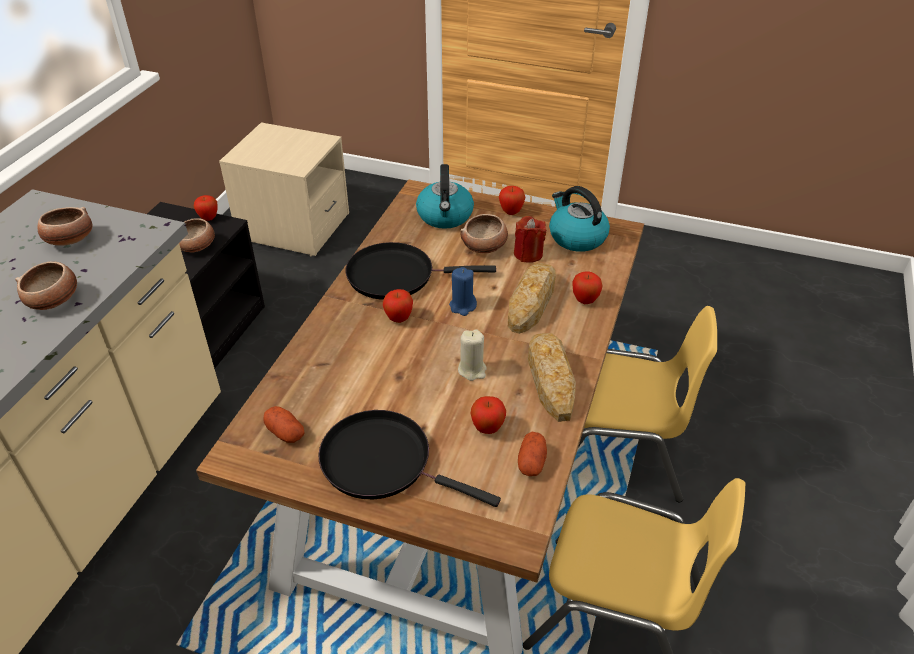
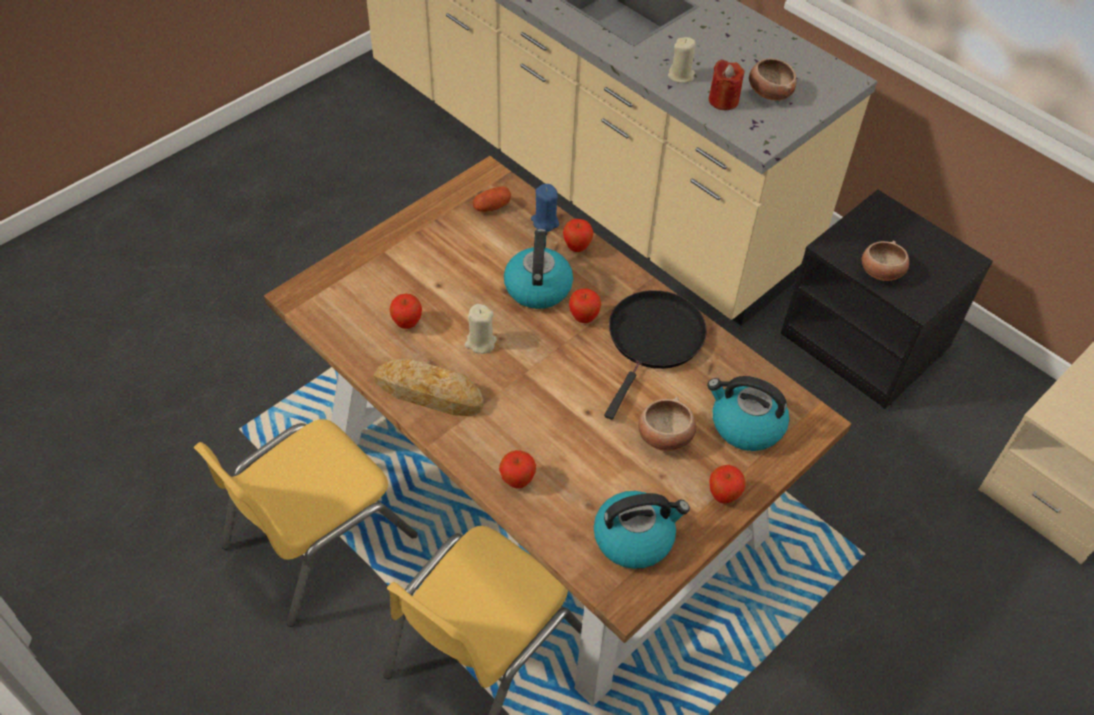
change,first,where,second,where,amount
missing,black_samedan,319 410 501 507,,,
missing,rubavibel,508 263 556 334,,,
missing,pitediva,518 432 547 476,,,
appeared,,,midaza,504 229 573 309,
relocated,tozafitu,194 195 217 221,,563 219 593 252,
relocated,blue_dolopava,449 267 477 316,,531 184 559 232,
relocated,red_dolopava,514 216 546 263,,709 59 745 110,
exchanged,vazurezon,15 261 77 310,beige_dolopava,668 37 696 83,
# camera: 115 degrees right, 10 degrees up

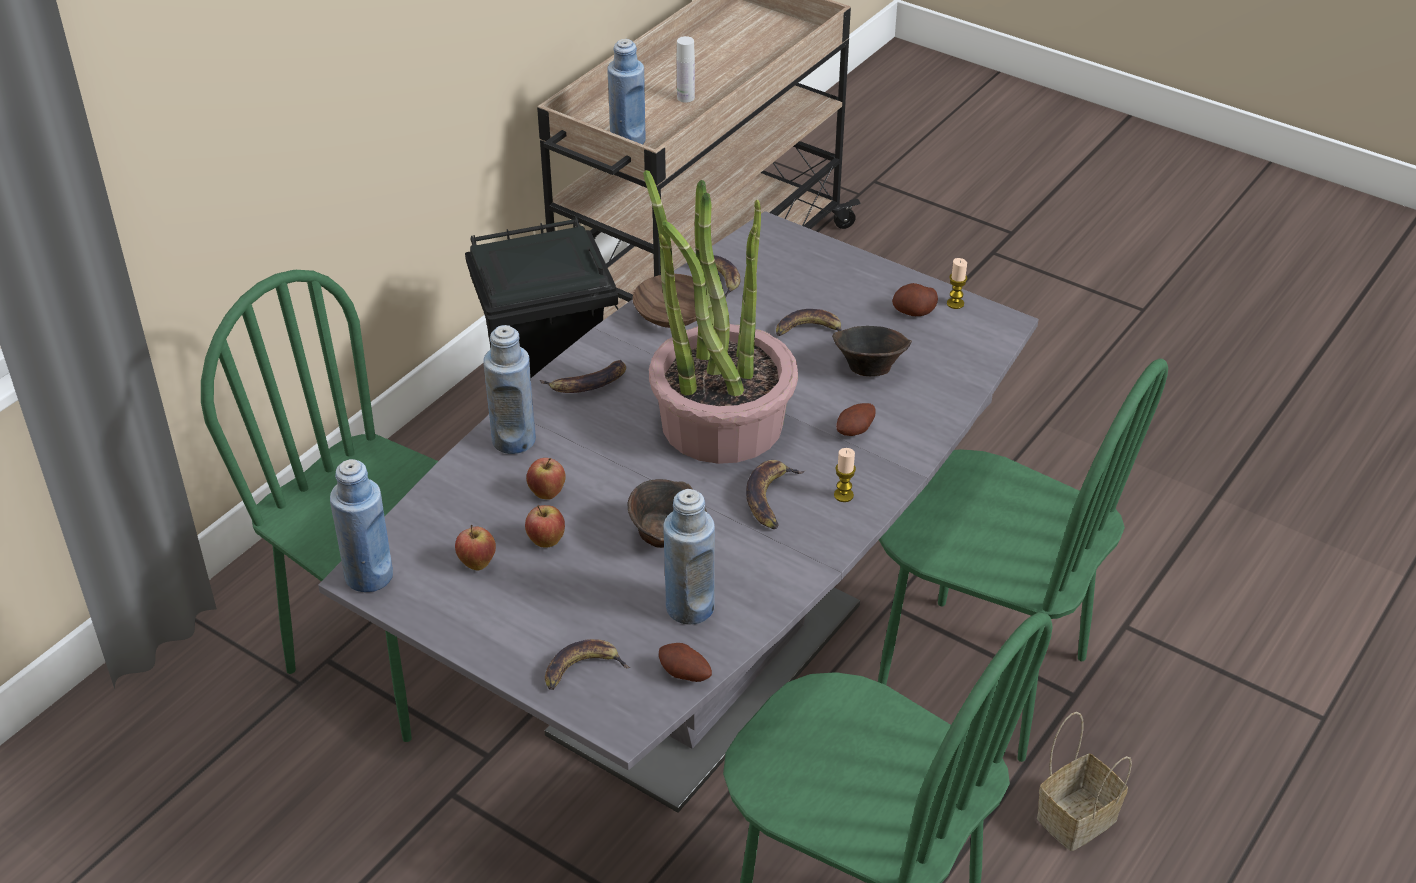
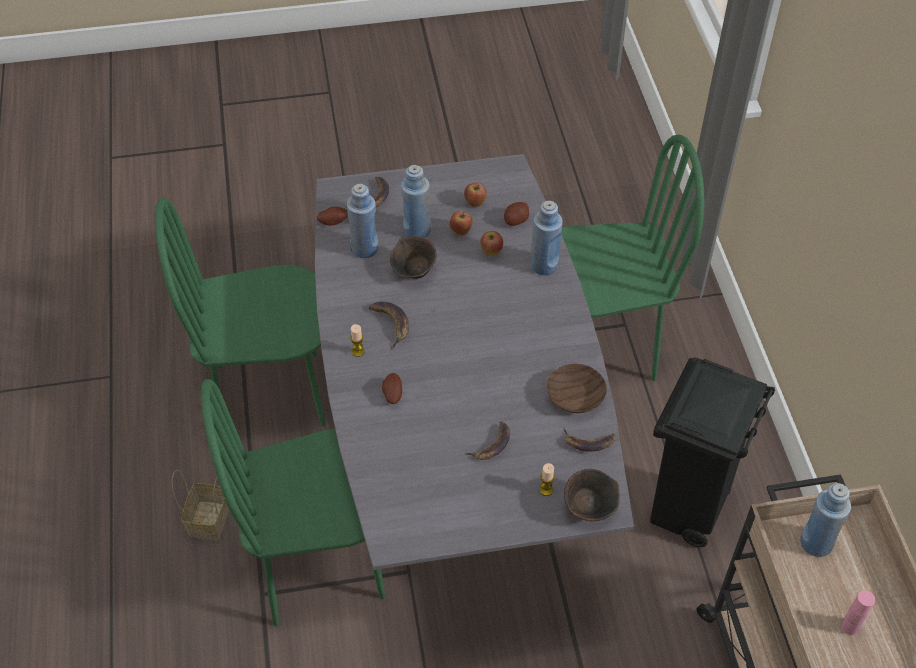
change,first,where,second,where,amount
missing,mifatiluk,540 360 626 393,,,
missing,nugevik,643 170 798 464,,,
relocated,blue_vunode,330 459 393 592,,401 165 431 238,
relocated,brown_vazurezon,832 326 912 376,,564 469 620 521,
relocated,pitediva,892 283 938 316,,504 202 529 226,
relocated,dolopava,947 258 967 309,,539 463 555 496,
colour,white_vunode,677 36 695 103,pink_vunode,841 590 875 635,
# camera: 135 degrees right, 10 degrees up

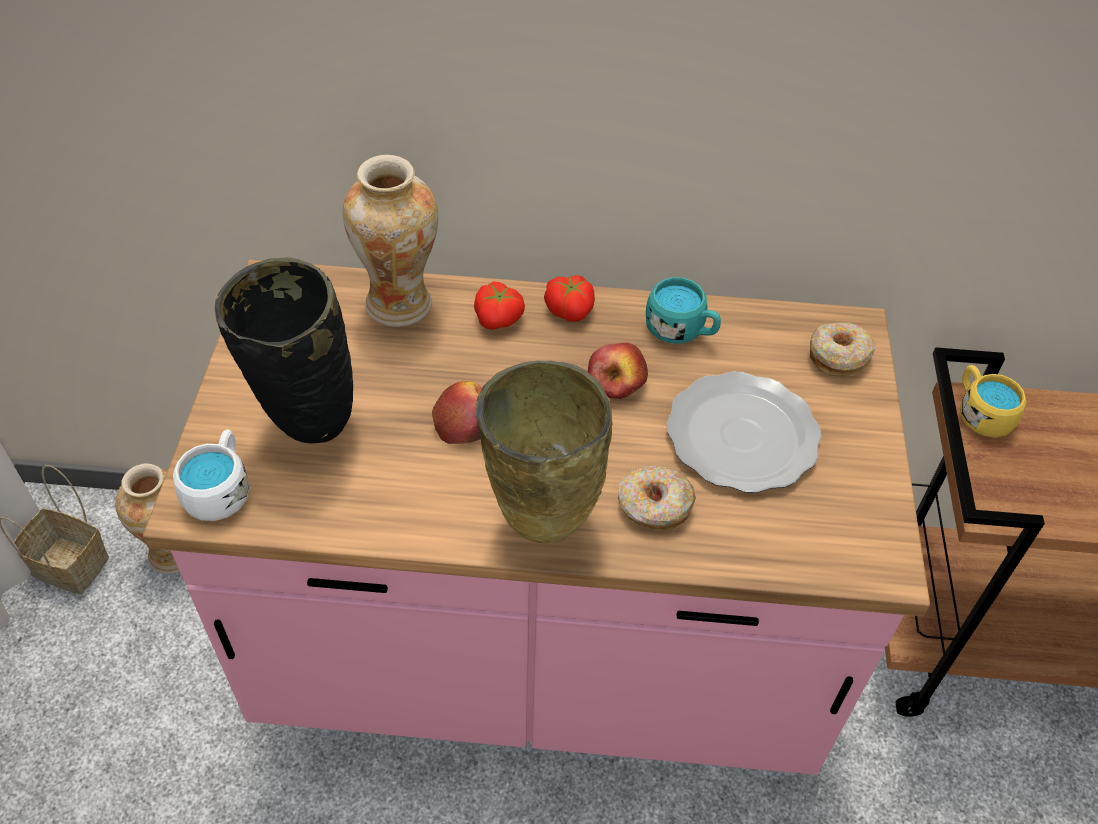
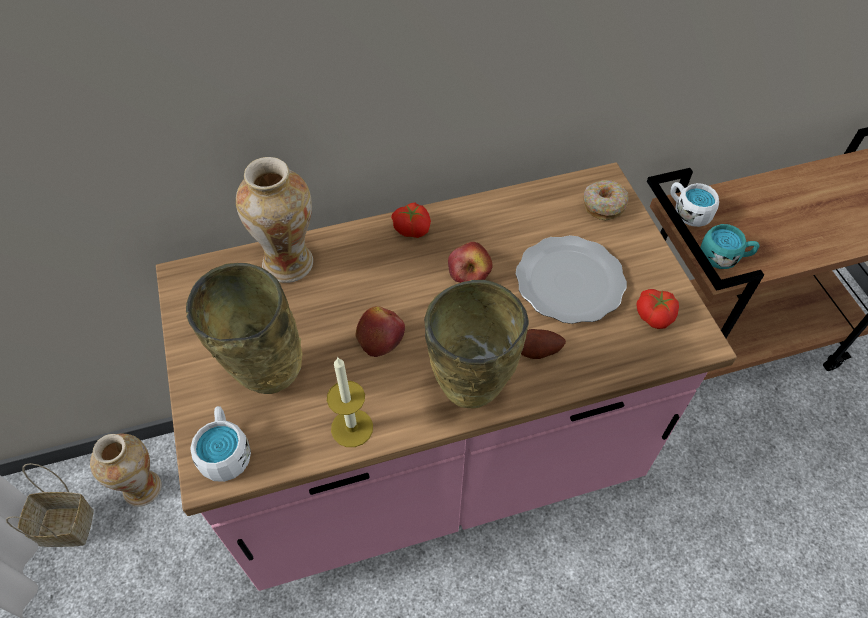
change,first,where,second,where,amount
appeared,,,dolopava,327 357 373 447,
relocated,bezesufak,474 282 525 330,,636 289 679 329,
relocated,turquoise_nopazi,646 277 721 344,,700 224 759 269,
exchanged,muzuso,618 466 696 530,pitediva,521 329 566 359,
colour,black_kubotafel,215 257 353 444,beige_kubotafel,186 263 303 394,
colour,yellow_nopazi,960 365 1027 437,white_nopazi,670 182 719 227,
# camera: 20 degrees left, 5 degrees up

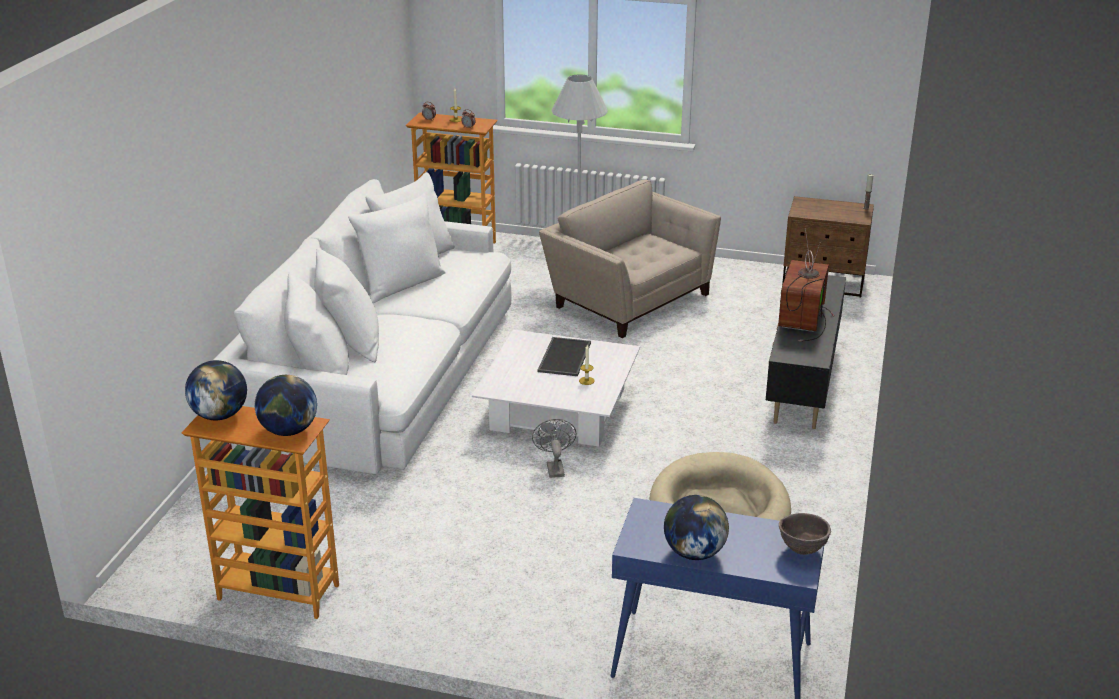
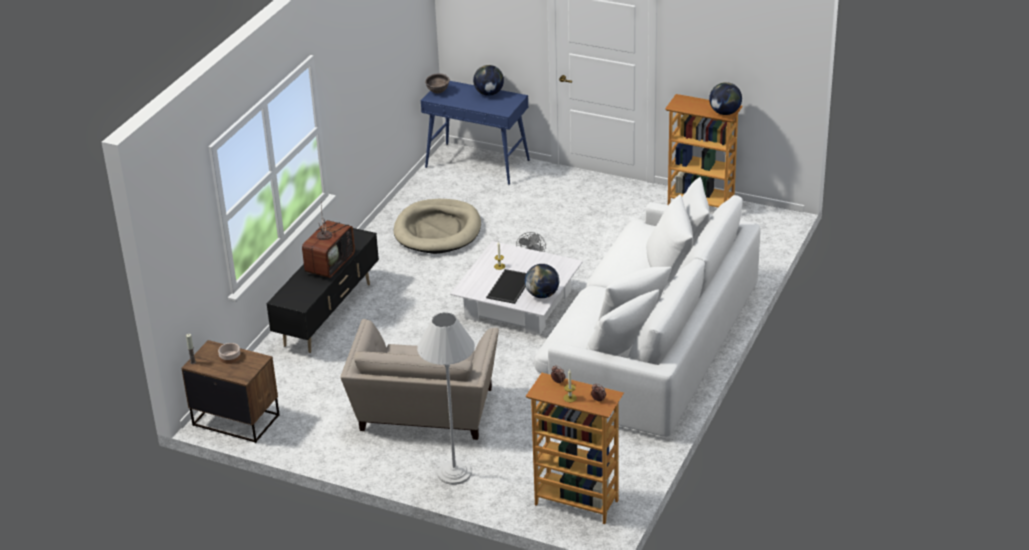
change,first,where,second,where,amount
appeared,,,vazurezon,218 343 241 364,
relocated,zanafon,255 375 317 436,,525 264 559 298,
spun,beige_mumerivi,539 180 721 338,,341 319 499 440,45 degrees clockwise
# camera: 170 degrees left, 5 degrees up

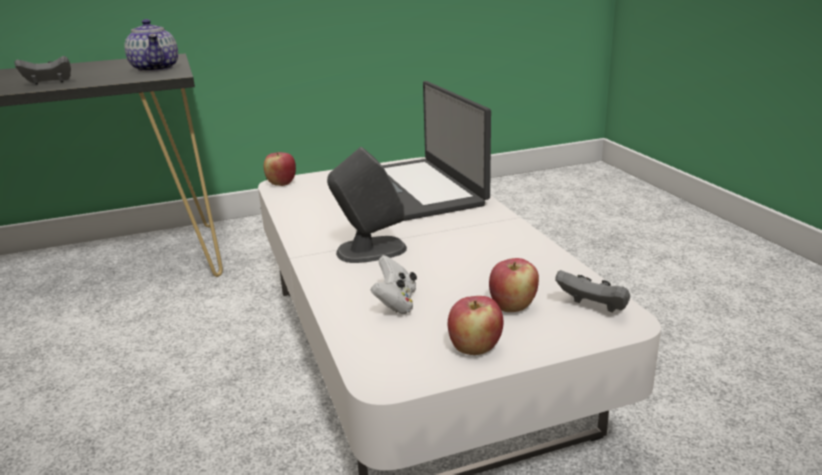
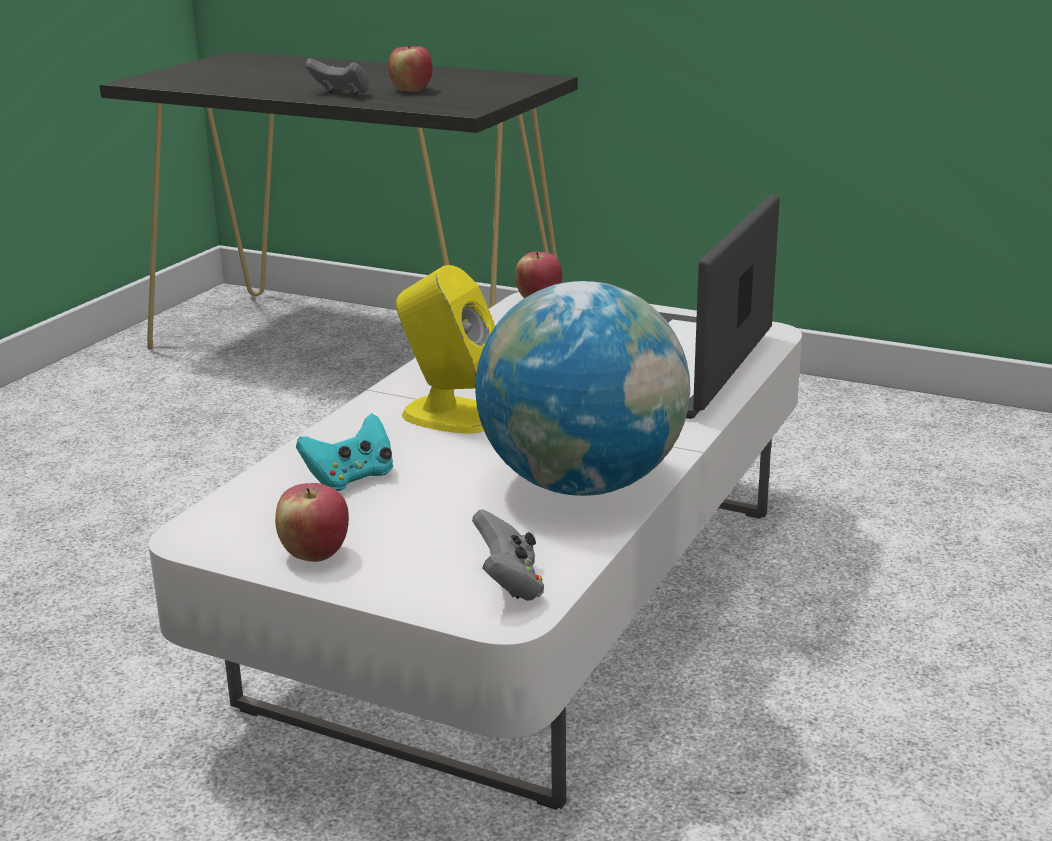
change,first,where,second,where,amount
missing,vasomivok,124 19 178 72,,,
appeared,,,zanafon,475 281 690 496,
relocated,tozafitu,489 258 539 312,,388 45 433 92,
colour,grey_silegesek,327 147 407 263,yellow_silegesek,396 265 495 433,
colour,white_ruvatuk,370 255 417 314,turquoise_ruvatuk,296 413 393 491,
# camera: 45 degrees right, 0 degrees up

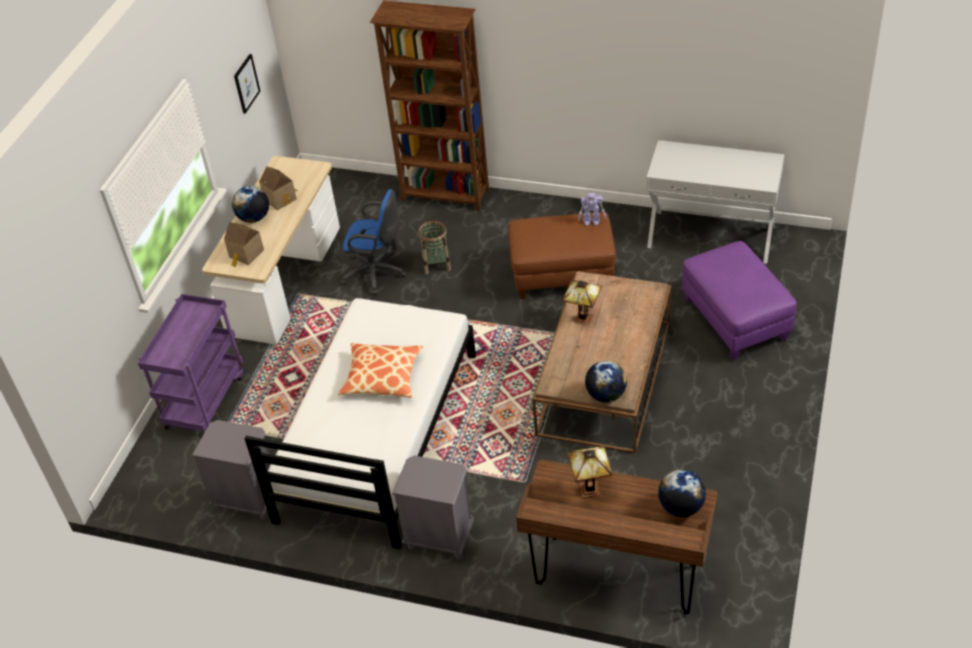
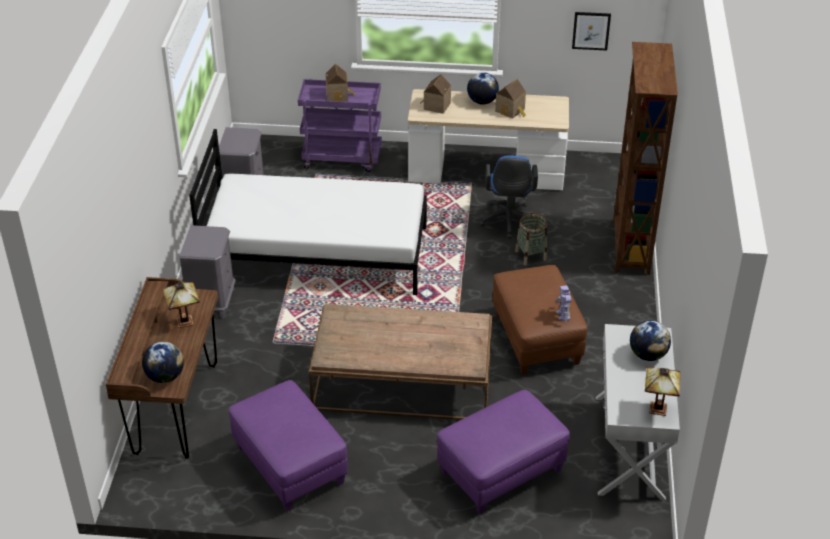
change,first,where,second,where,amount
missing,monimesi,338 343 423 398,,,
appeared,,,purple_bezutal,229 380 348 511,
appeared,,,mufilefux,325 64 355 102,
relocated,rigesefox,562 279 602 326,,645 367 681 416,
relocated,zanafon,585 361 627 402,,630 320 671 361,
# camera: 75 degrees right, 5 degrees down

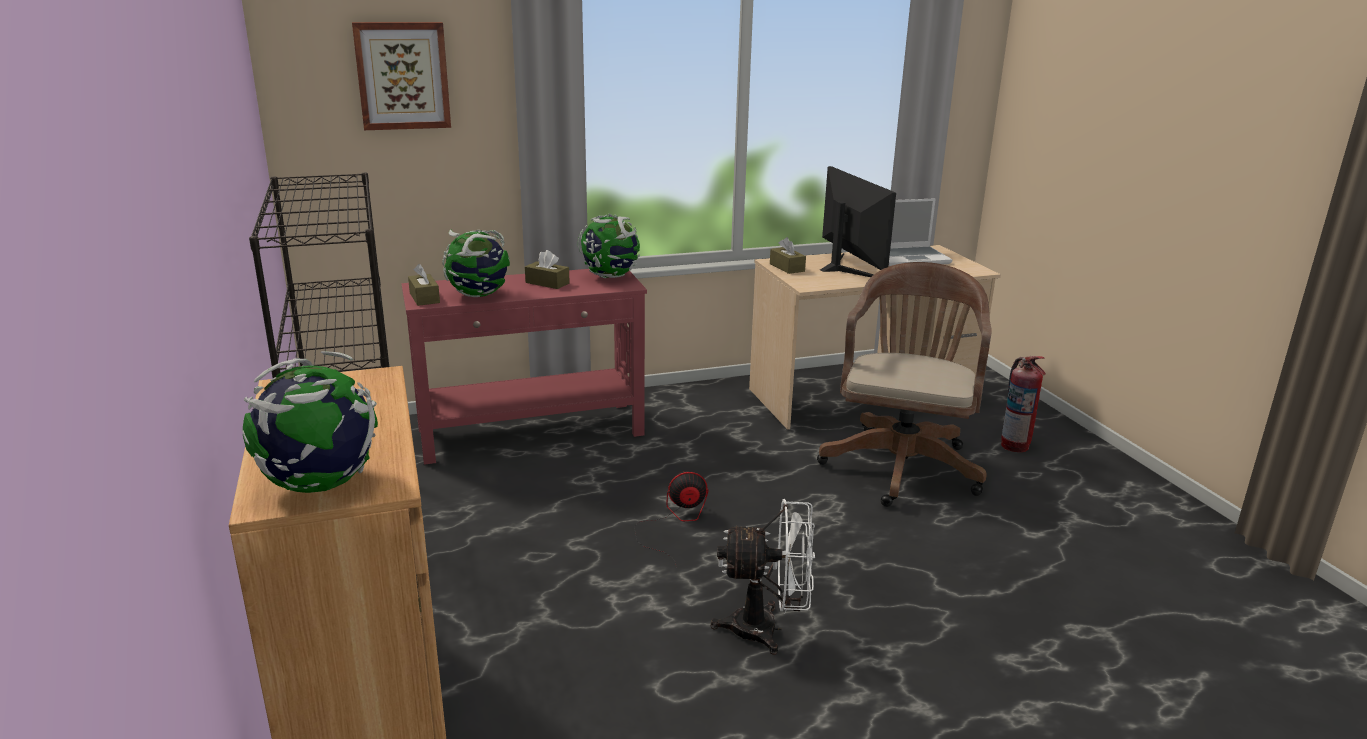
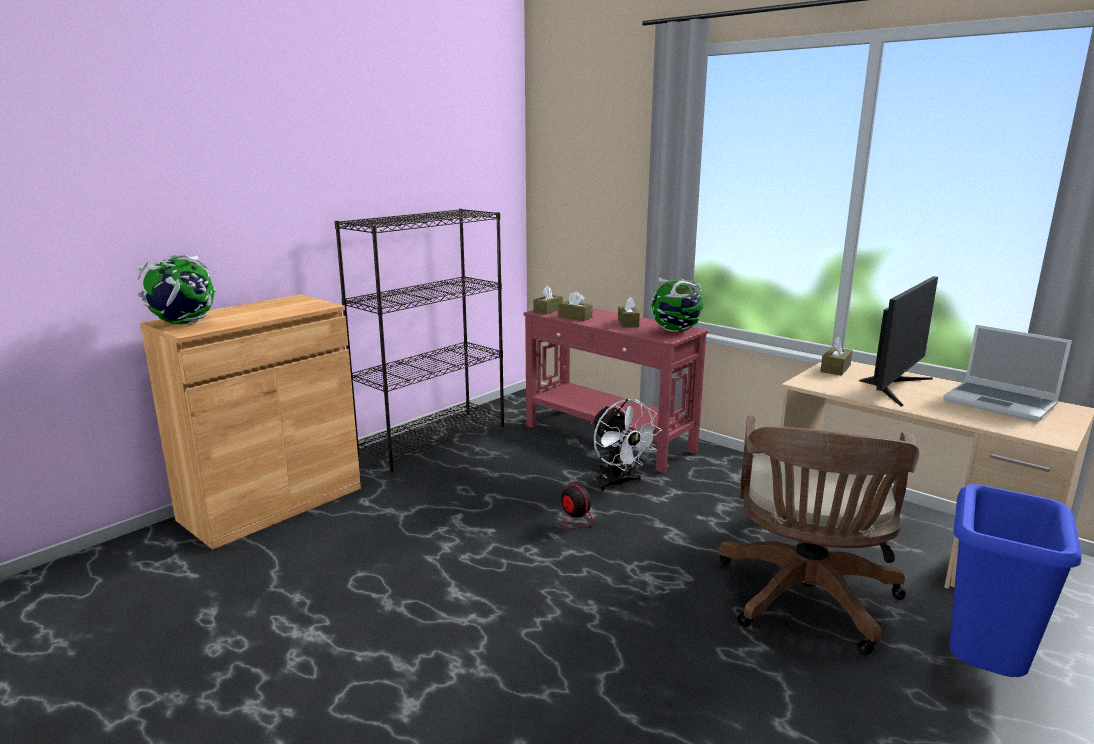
change,first,where,second,where,amount
missing,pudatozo,352 22 451 130,,,
relocated,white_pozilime,710 499 815 655,,591 399 662 491,
exchanged,zanafon,442 230 510 297,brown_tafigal,558 291 593 321,
exchanged,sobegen,1001 356 1046 452,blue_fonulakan,949 484 1082 677,
spun,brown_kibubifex,817 262 992 507,,718 415 919 656,120 degrees clockwise
# camera: 60 degrees right, 5 degrees down

